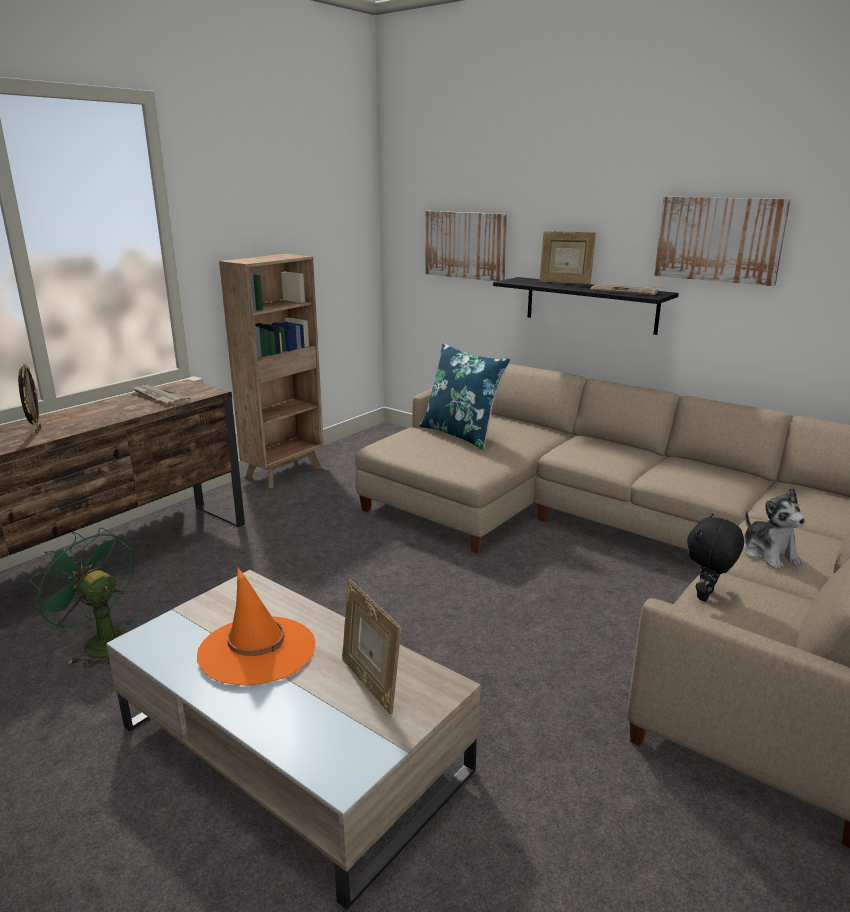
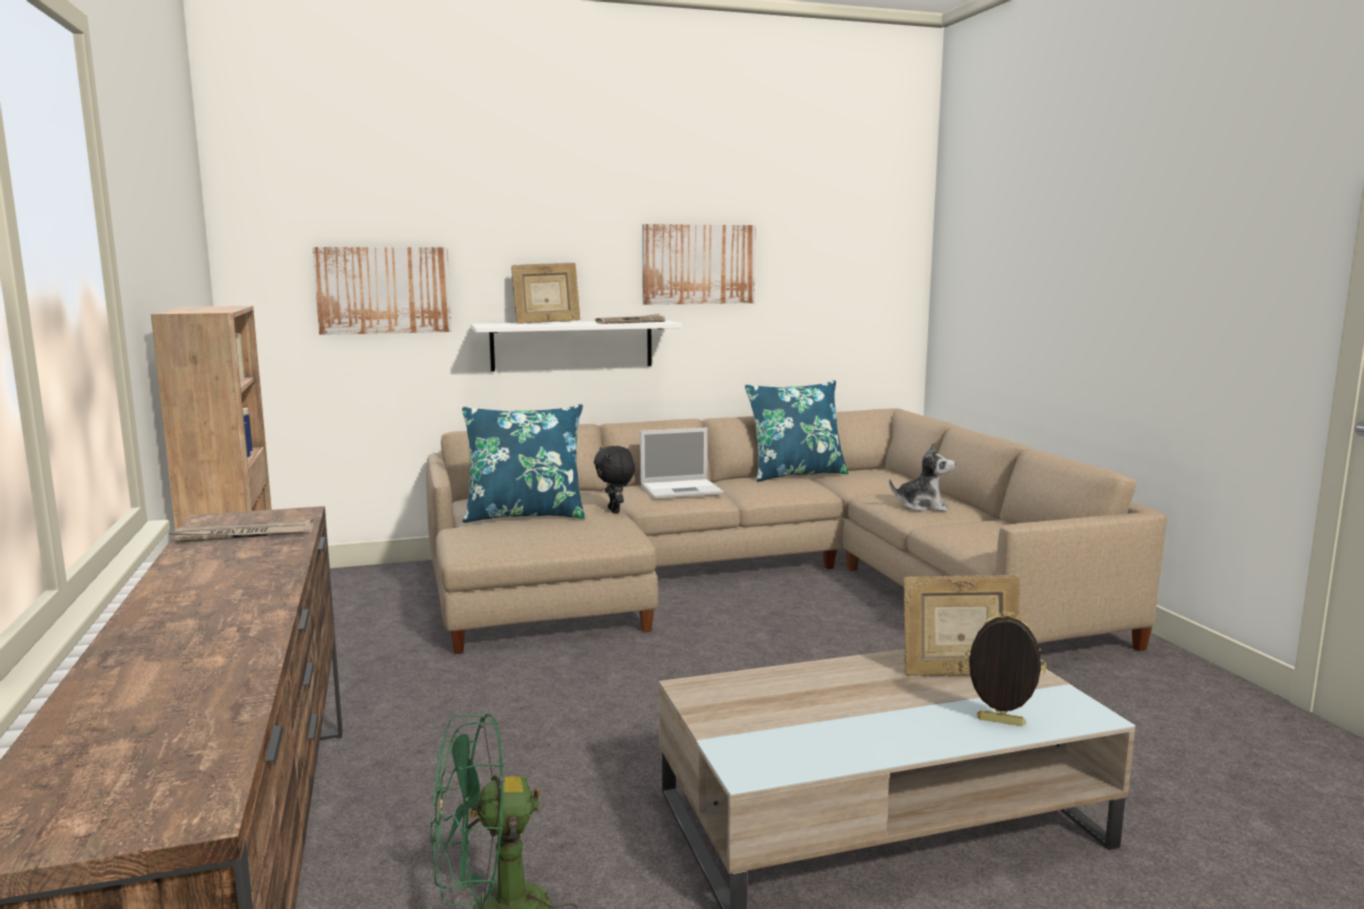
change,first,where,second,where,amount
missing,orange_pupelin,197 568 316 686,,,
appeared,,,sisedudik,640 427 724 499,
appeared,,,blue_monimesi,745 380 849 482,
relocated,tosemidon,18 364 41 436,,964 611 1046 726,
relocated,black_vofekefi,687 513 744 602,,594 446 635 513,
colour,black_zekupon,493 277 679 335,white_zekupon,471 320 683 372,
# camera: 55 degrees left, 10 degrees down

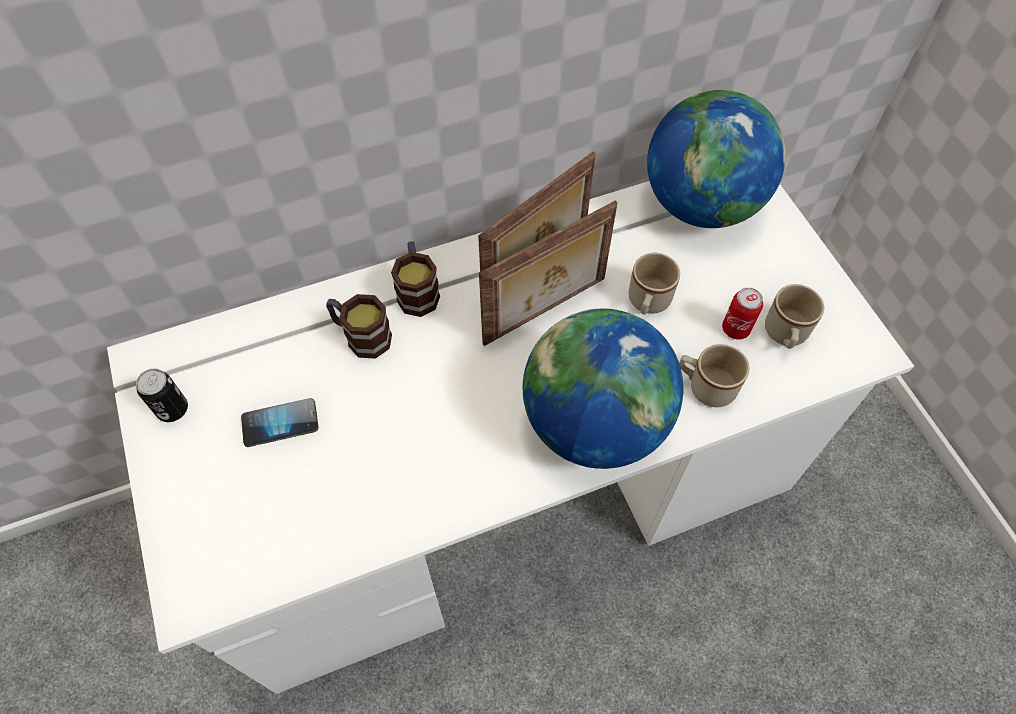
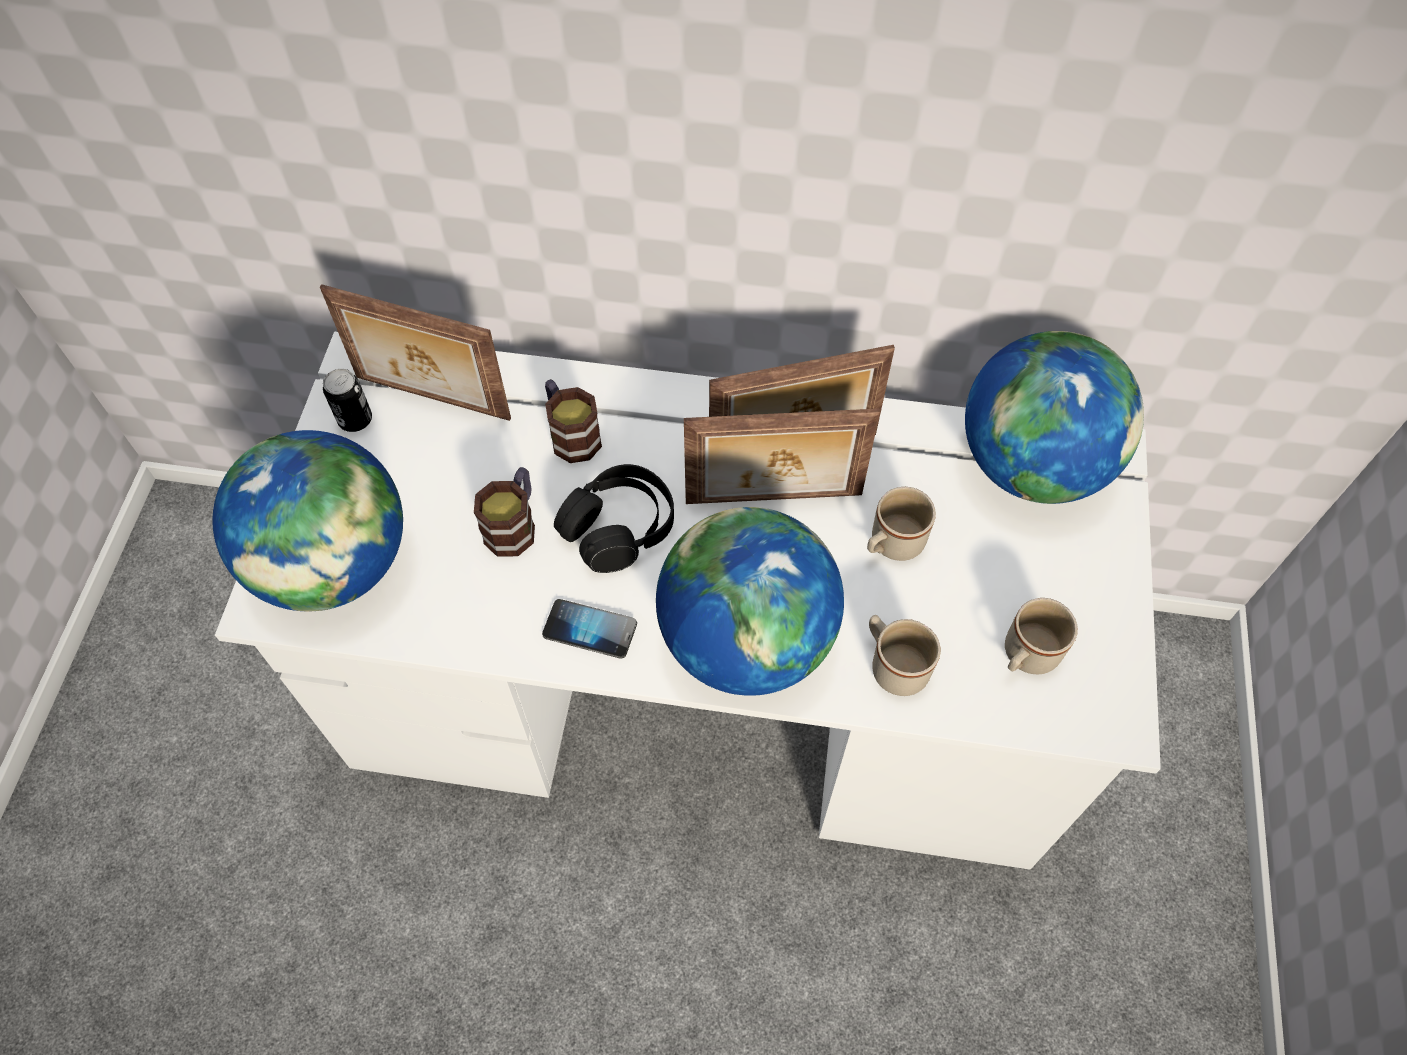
change,first,where,second,where,amount
missing,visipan,722 288 763 340,,,
appeared,,,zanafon,213 430 403 611,
appeared,,,tosemidon,320 284 511 421,
appeared,,,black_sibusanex,554 464 674 573,
relocated,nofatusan,241 398 319 447,,542 599 637 659,
relocated,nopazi,391 241 440 317,,474 467 535 557,
# camera: 30 degrees right, 0 degrees up

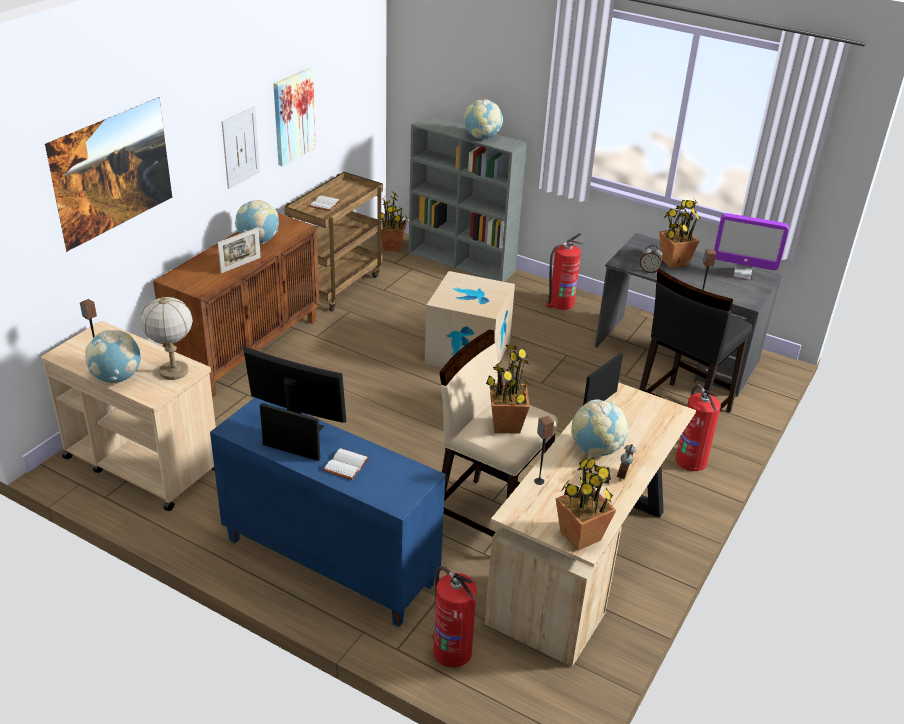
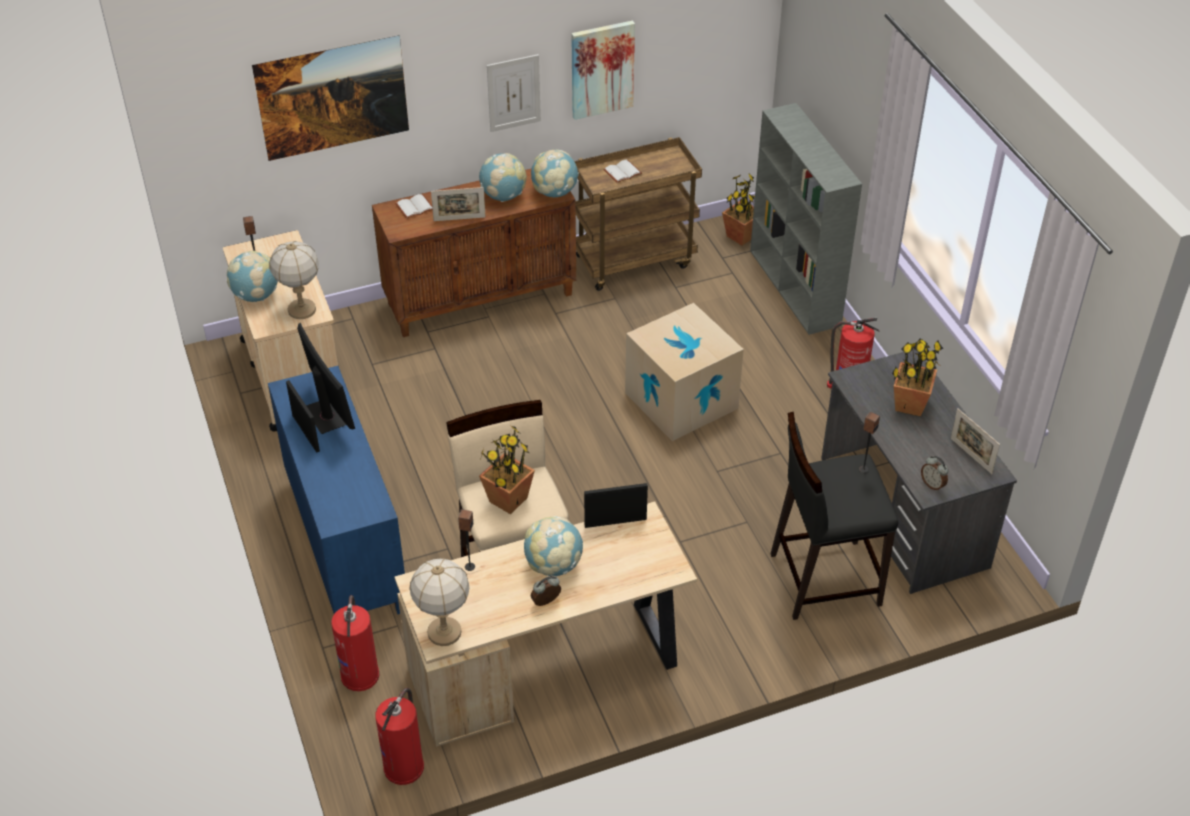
change,first,where,second,where,amount
relocated,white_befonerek,323 448 370 480,,395 194 433 219,
relocated,zanafon,464 99 503 139,,531 149 579 197,
relocated,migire,640 245 663 273,,921 456 949 491,
relocated,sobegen,675 384 721 471,,375 688 424 785,
exchanged,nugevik,556 457 616 550,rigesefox,409 558 469 646,
exchanged,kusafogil,714 213 789 280,tosemidon,951 408 1000 474,
# camera: 40 degrees right, 10 degrees up

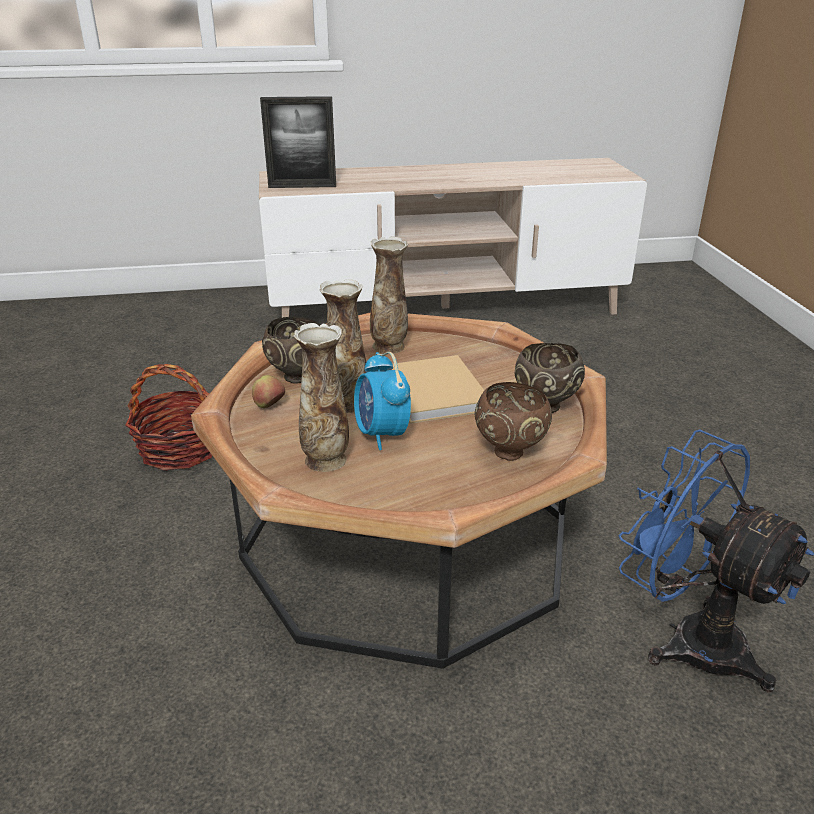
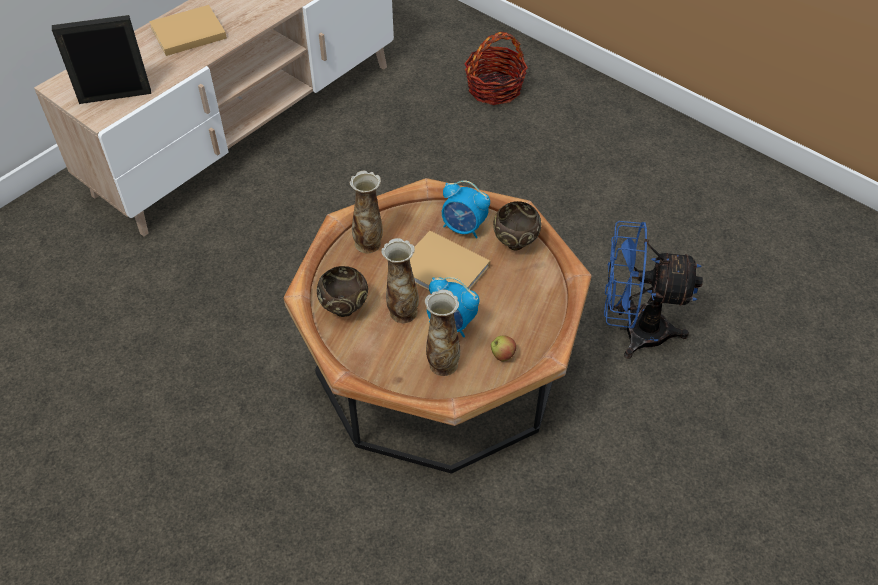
change,first,where,second,where,amount
missing,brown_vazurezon,475 382 552 461,,,
appeared,,,beige_befonerek,149 5 227 56,
appeared,,,migire,442 180 490 239,
relocated,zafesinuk,126 364 212 470,,464 32 528 105,
relocated,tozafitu,252 375 285 408,,491 336 516 361,
spun,tosemidon,260 96 336 188,,52 15 151 104,150 degrees counterclockwise
# camera: 40 degrees left, 20 degrees up

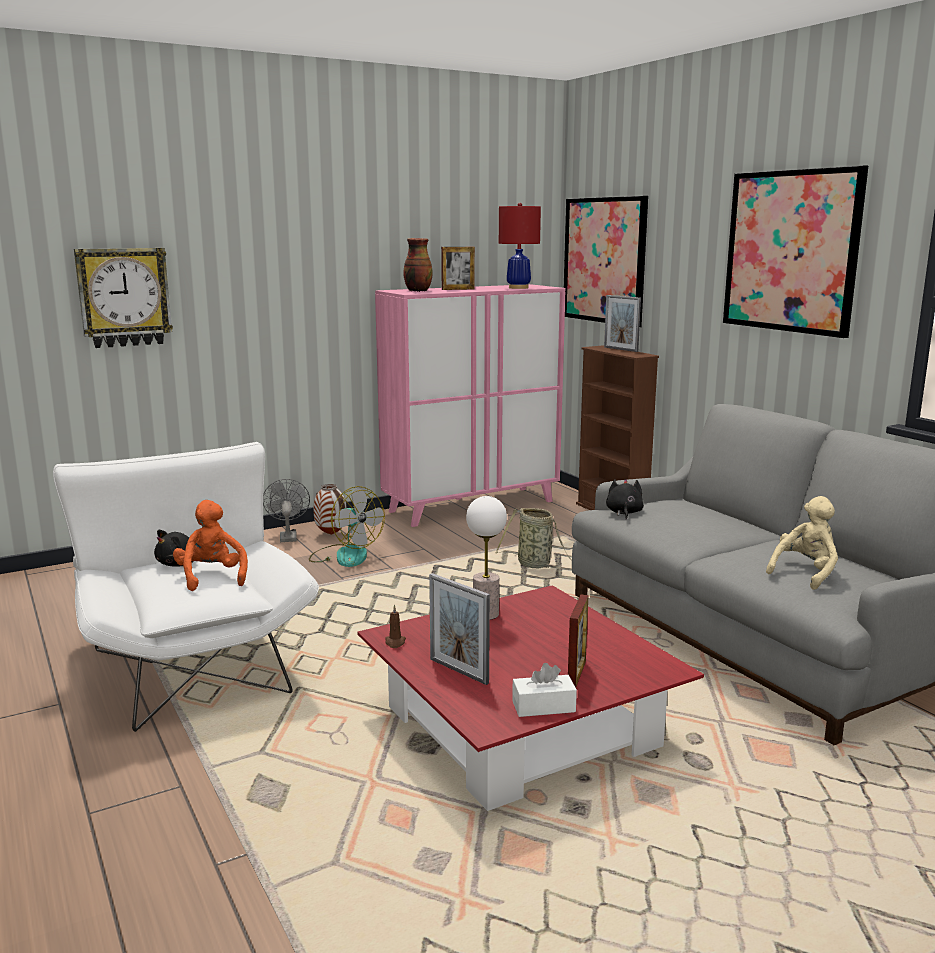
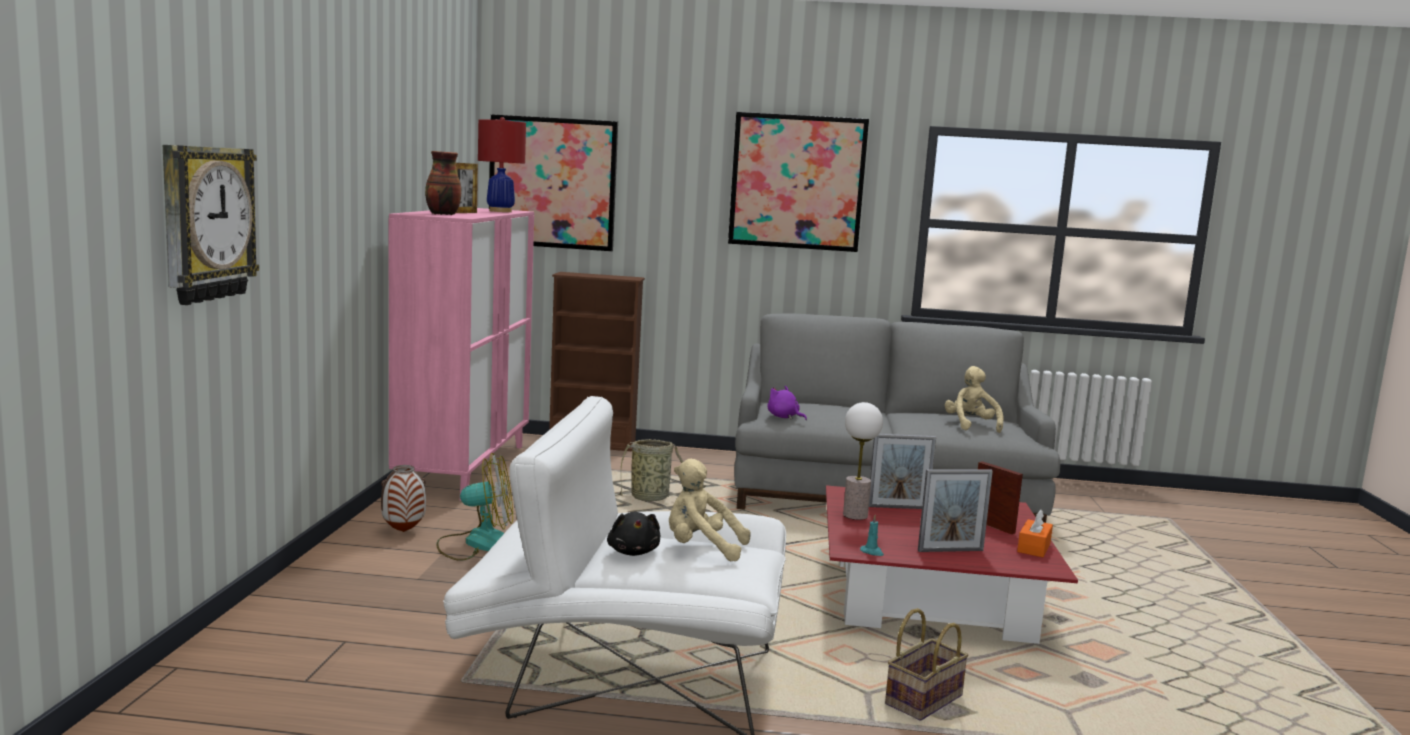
change,first,where,second,where,amount
missing,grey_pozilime,263 479 310 542,,,
appeared,,,zafesinuk,885 608 969 720,
relocated,tosemidon,604 295 641 352,,869 434 936 509,
colour,orange_vofekefi,173 500 248 591,beige_vofekefi,669 459 751 561,
colour,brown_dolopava,385 605 406 648,turquoise_dolopava,860 515 884 556,
colour,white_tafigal,512 663 577 717,orange_tafigal,1017 510 1053 557,
colour,black_vofekefi,606 479 644 520,purple_vofekefi,767 386 807 420,
# camera: 55 degrees left, 5 degrees down

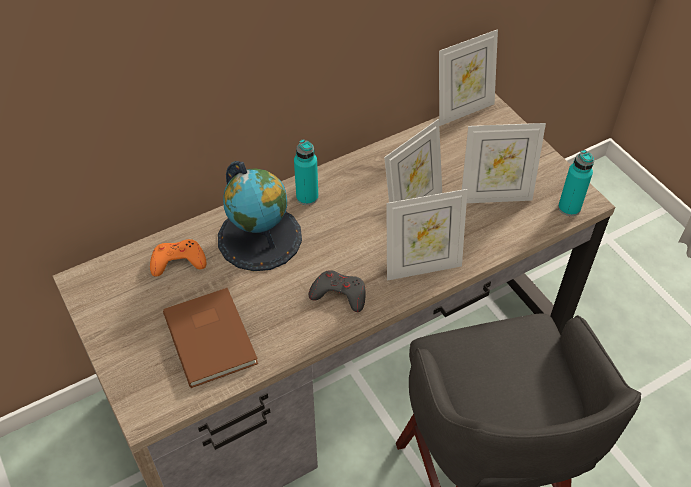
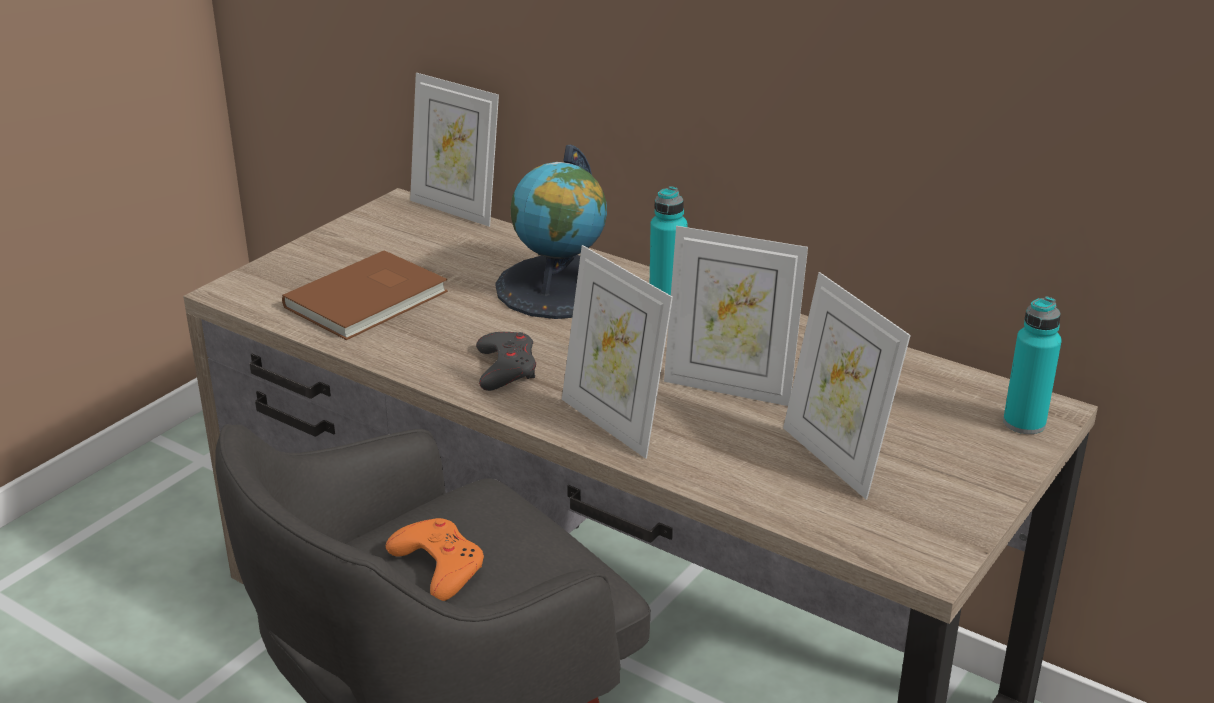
change,first,where,second,where,amount
relocated,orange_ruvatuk,150 239 206 277,,386 518 484 601,
relocated,tosemidon,439 29 498 126,,410 73 499 227,
relocated,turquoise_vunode,558 150 594 216,,1003 296 1062 434,
# camera: 65 degrees right, 20 degrees down

